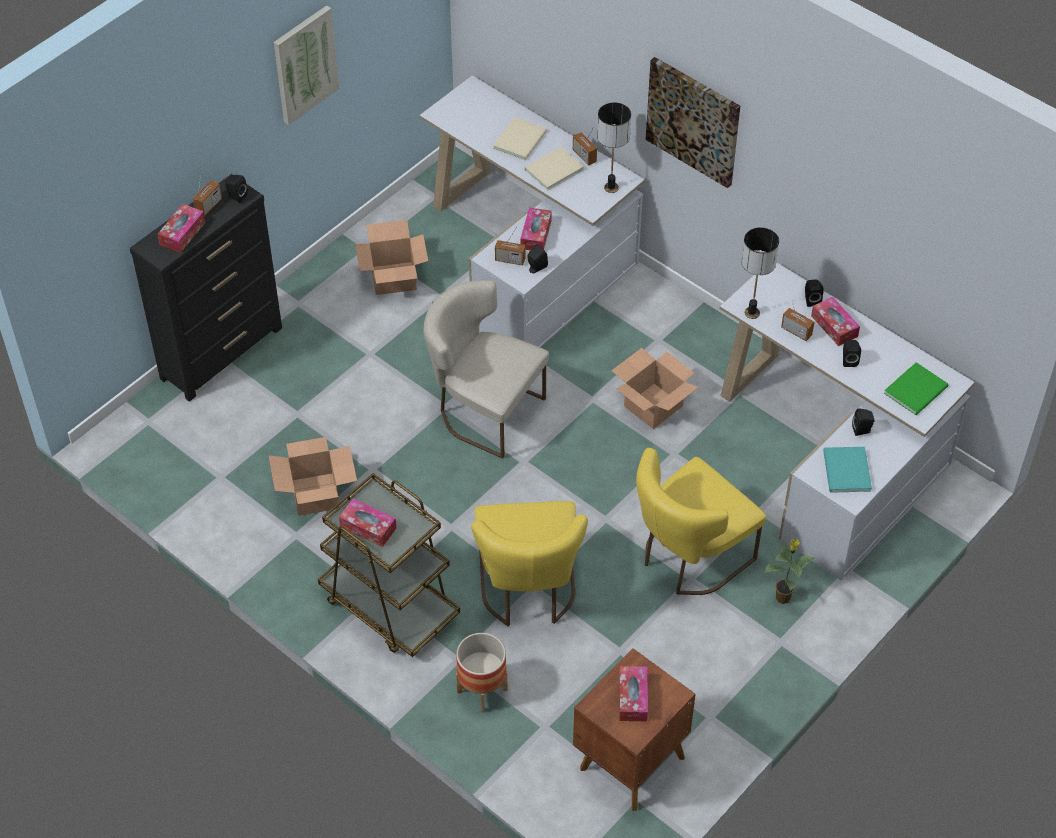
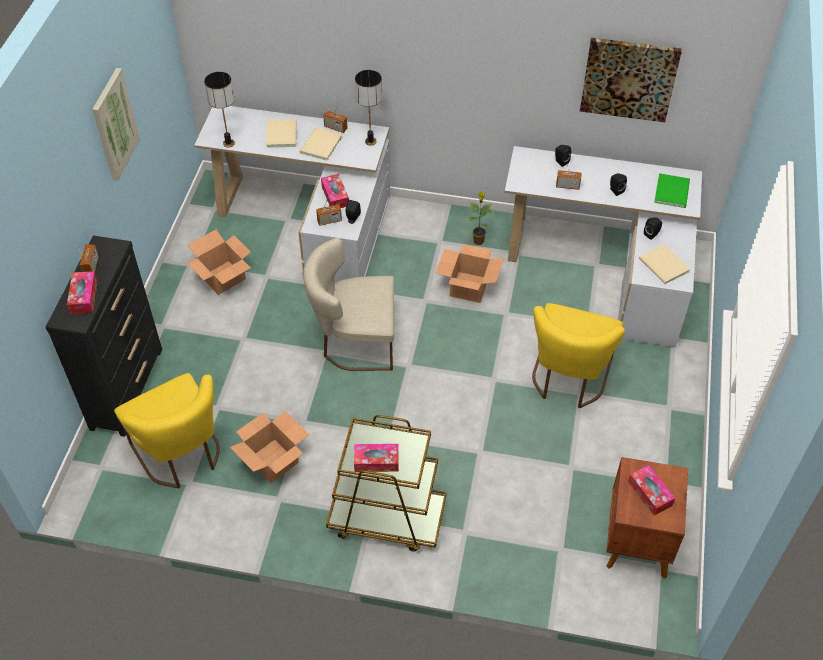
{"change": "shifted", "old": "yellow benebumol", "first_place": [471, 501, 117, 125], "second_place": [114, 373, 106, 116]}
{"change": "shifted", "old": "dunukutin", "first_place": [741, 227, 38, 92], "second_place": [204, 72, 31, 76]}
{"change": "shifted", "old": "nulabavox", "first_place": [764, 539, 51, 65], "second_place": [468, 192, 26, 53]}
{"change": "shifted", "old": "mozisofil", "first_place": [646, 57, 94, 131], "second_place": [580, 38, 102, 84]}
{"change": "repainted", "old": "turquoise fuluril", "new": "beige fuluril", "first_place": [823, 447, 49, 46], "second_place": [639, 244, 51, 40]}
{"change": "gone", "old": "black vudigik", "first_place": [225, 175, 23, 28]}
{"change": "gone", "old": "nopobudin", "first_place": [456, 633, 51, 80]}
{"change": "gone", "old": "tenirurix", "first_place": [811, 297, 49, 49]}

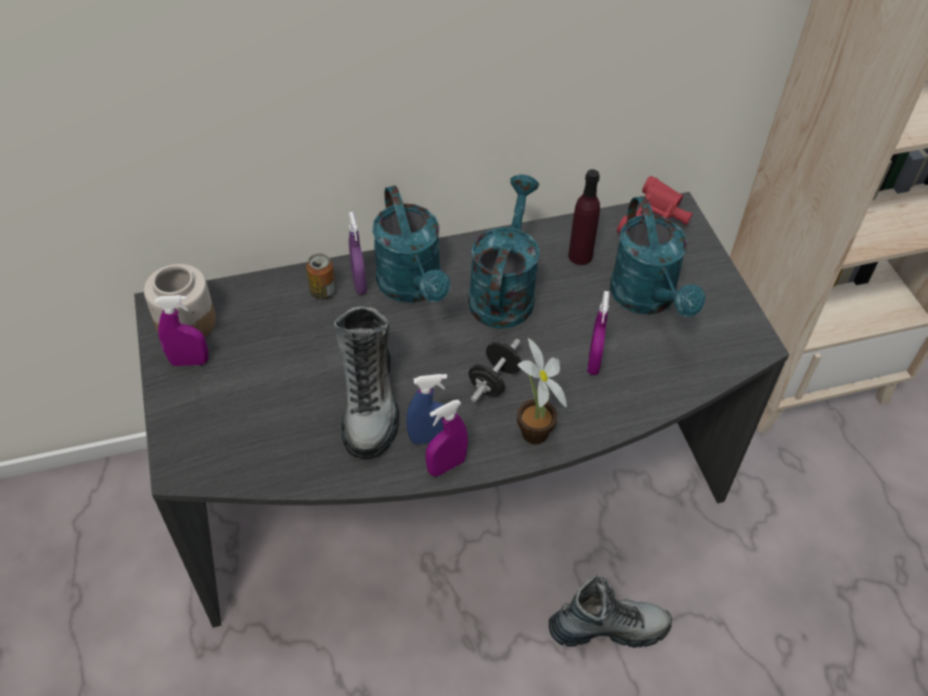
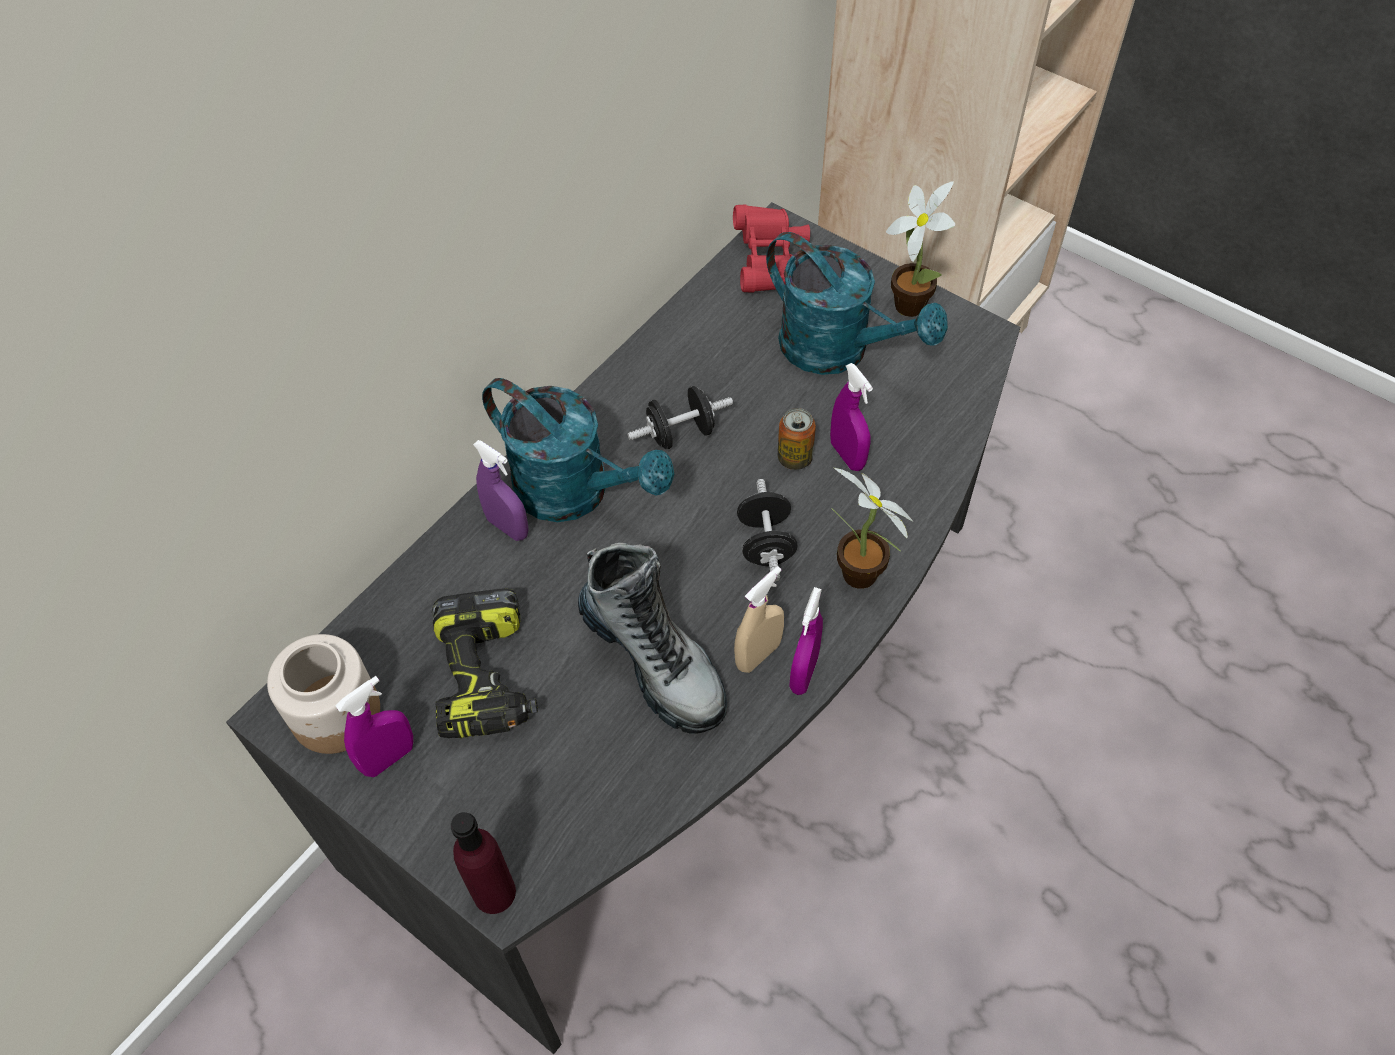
{"change": "new", "new": "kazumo", "second_place": [432, 588, 106, 150]}
{"change": "shifted", "old": "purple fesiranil", "first_place": [568, 169, 32, 96], "second_place": [451, 812, 65, 102]}
{"change": "swapped", "old": "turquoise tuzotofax", "new": "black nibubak", "first_place": [468, 175, 72, 154], "second_place": [627, 386, 106, 63]}
{"change": "repainted", "old": "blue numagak", "new": "beige numagak", "first_place": [406, 374, 41, 70], "second_place": [734, 566, 50, 107]}
{"change": "shifted", "old": "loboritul", "first_place": [306, 253, 30, 47], "second_place": [778, 408, 38, 62]}
{"change": "new", "new": "nulabavox", "second_place": [886, 181, 70, 136]}
{"change": "gone", "old": "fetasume", "first_place": [549, 575, 123, 73]}

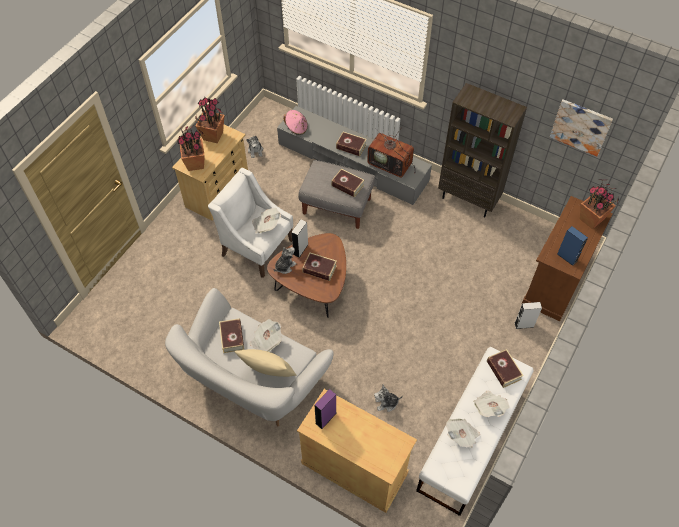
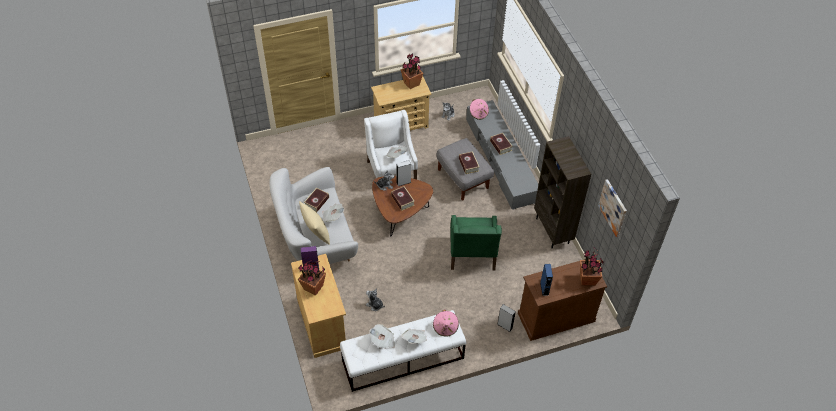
{"change": "shifted", "old": "nulabavox", "first_place": [177, 125, 28, 46], "second_place": [298, 258, 28, 38]}
{"change": "swapped", "old": "fuluril", "new": "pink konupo", "first_place": [487, 349, 37, 39], "second_place": [433, 309, 26, 28]}
{"change": "new", "new": "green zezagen", "second_place": [450, 215, 52, 55]}
{"change": "gone", "old": "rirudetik", "first_place": [367, 127, 49, 51]}

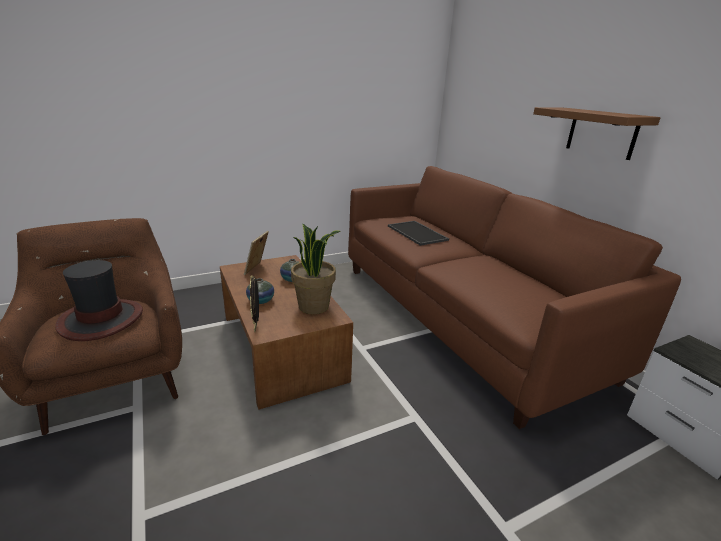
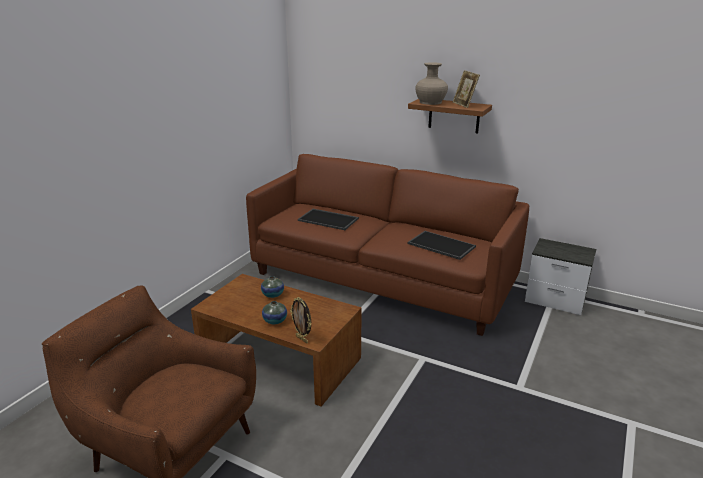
{"change": "new", "new": "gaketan", "second_place": [408, 231, 68, 29]}
{"change": "new", "new": "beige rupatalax", "second_place": [415, 62, 33, 43]}
{"change": "shifted", "old": "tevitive", "first_place": [244, 231, 25, 44], "second_place": [453, 70, 27, 38]}
{"change": "gone", "old": "konupo", "first_place": [55, 260, 88, 81]}
{"change": "gone", "old": "nulabavox", "first_place": [291, 224, 49, 90]}

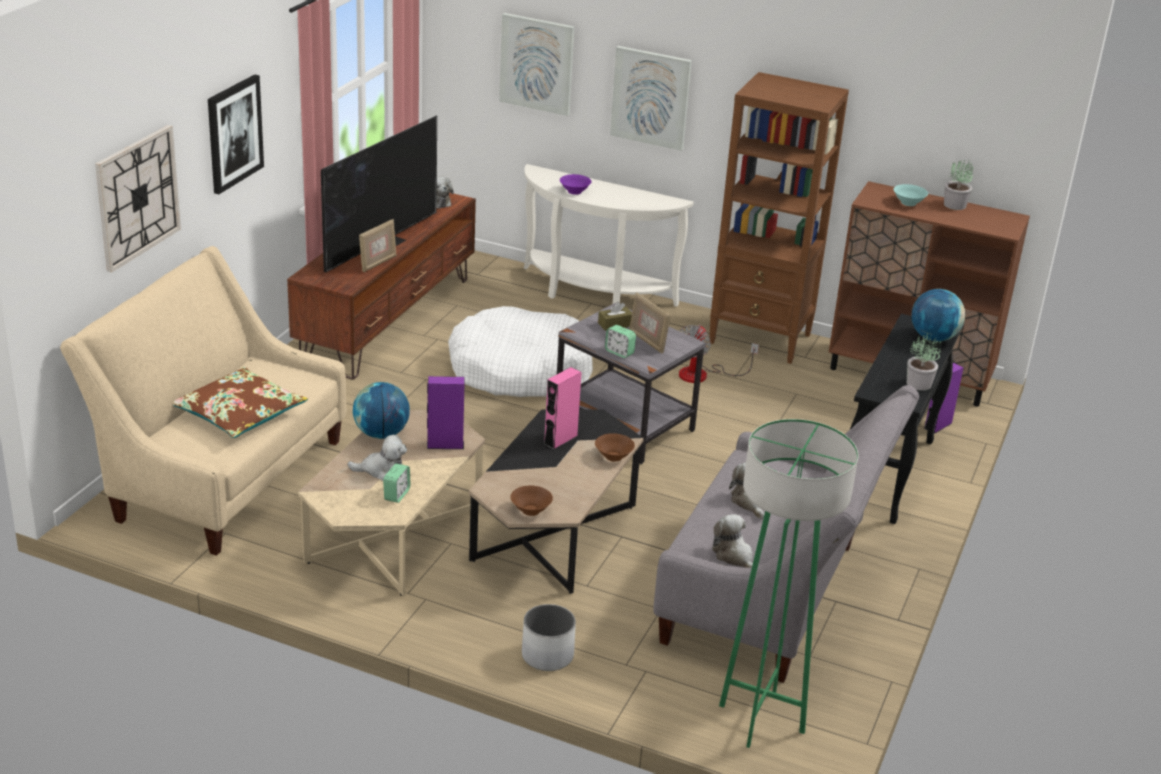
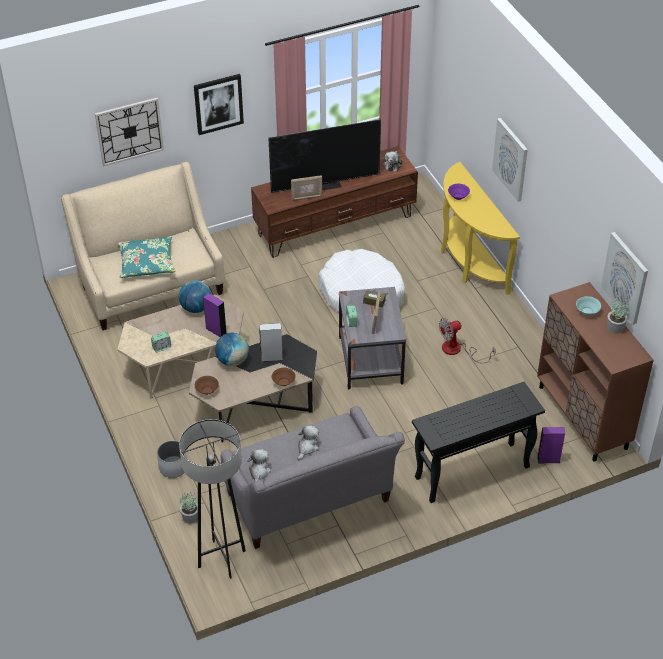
{"change": "repainted", "old": "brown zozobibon", "new": "turquoise zozobibon", "first_place": [173, 367, 135, 71], "second_place": [118, 236, 58, 42]}
{"change": "repainted", "old": "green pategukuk", "new": "grey pategukuk", "first_place": [719, 419, 139, 329], "second_place": [179, 419, 67, 160]}
{"change": "shifted", "old": "nulabavox", "first_place": [907, 333, 34, 58], "second_place": [180, 493, 18, 30]}
{"change": "shifted", "old": "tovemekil", "first_place": [911, 289, 54, 53], "second_place": [215, 333, 34, 33]}
{"change": "repainted", "old": "pink vudigik", "new": "grey vudigik", "first_place": [544, 367, 38, 82], "second_place": [259, 323, 24, 39]}
{"change": "repainted", "old": "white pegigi", "new": "yellow pegigi", "first_place": [524, 164, 170, 143], "second_place": [441, 162, 79, 133]}
{"change": "shifted", "old": "mozisofil", "first_place": [499, 13, 75, 103], "second_place": [601, 232, 47, 93]}
{"change": "gone", "old": "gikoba", "first_place": [347, 435, 60, 46]}
{"change": "gone", "old": "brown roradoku", "first_place": [709, 72, 140, 292]}

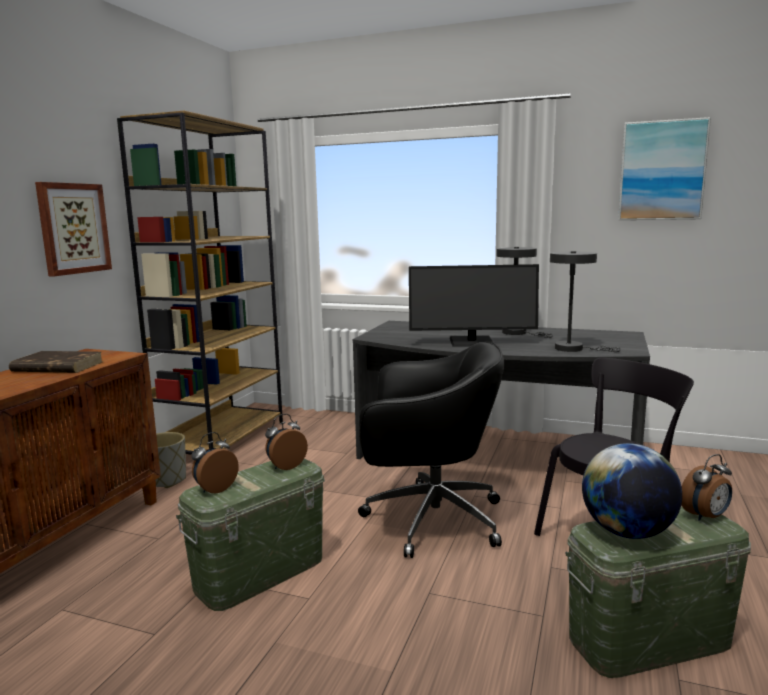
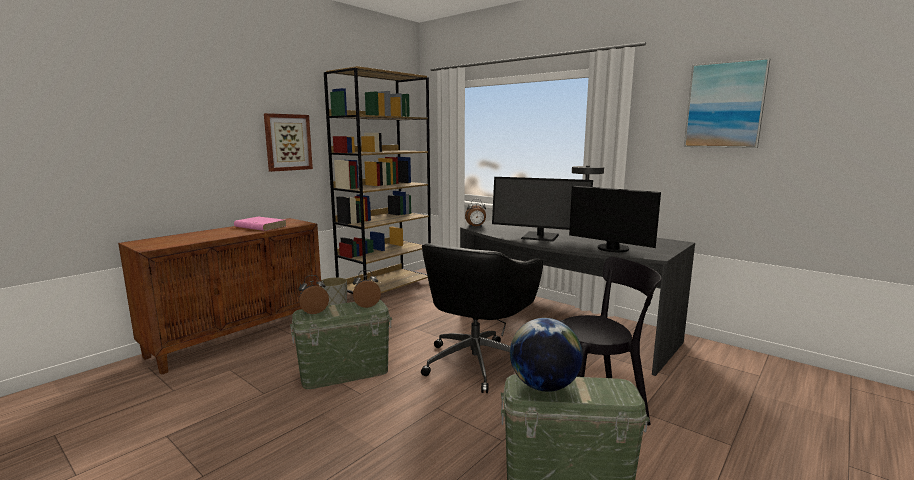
{"change": "repainted", "old": "brown fuluril", "new": "pink fuluril", "first_place": [9, 351, 93, 22], "second_place": [234, 217, 52, 14]}
{"change": "rotated", "old": "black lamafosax", "first_place": [358, 342, 147, 216], "second_place": [421, 243, 122, 150], "degrees": 90}
{"change": "shifted", "old": "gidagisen", "first_place": [681, 454, 51, 67], "second_place": [465, 199, 21, 28]}
{"change": "swapped", "old": "grey dunukutin", "new": "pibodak", "first_place": [550, 251, 71, 101], "second_place": [569, 186, 92, 66]}

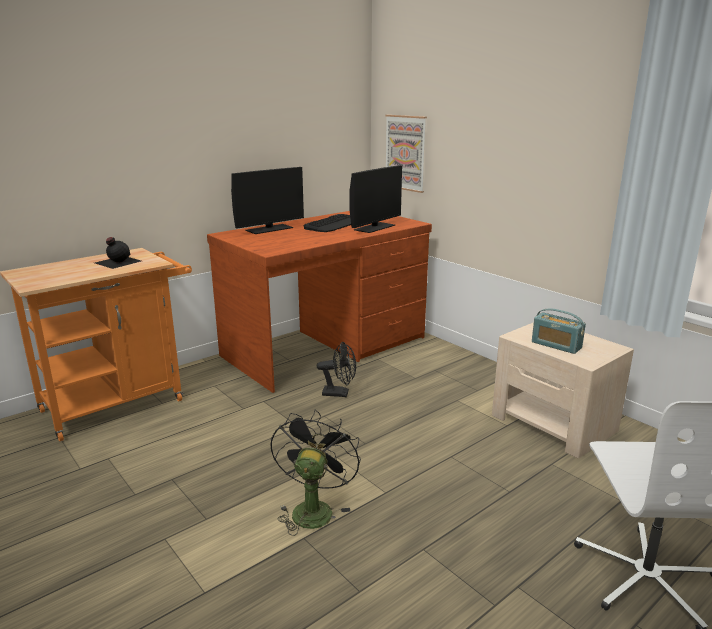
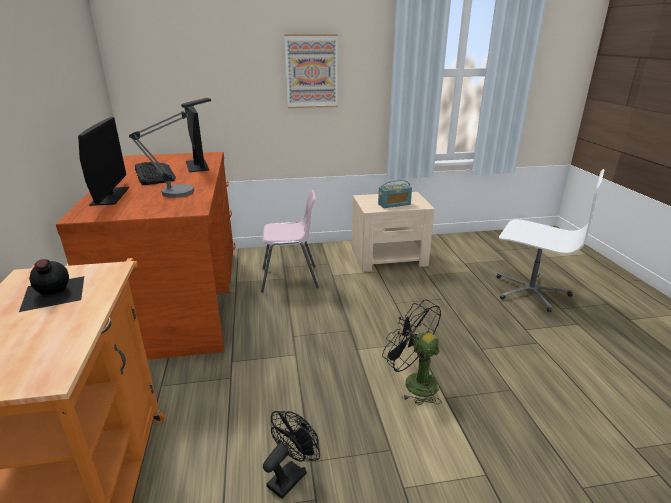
{"change": "new", "new": "dunukutin", "second_place": [129, 98, 82, 100]}
{"change": "new", "new": "pink benebumol", "second_place": [261, 190, 58, 102]}
{"change": "shifted", "old": "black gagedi", "first_place": [317, 342, 39, 55], "second_place": [263, 411, 57, 88]}
{"change": "shifted", "old": "mozisofil", "first_place": [385, 115, 42, 78], "second_place": [284, 34, 54, 74]}

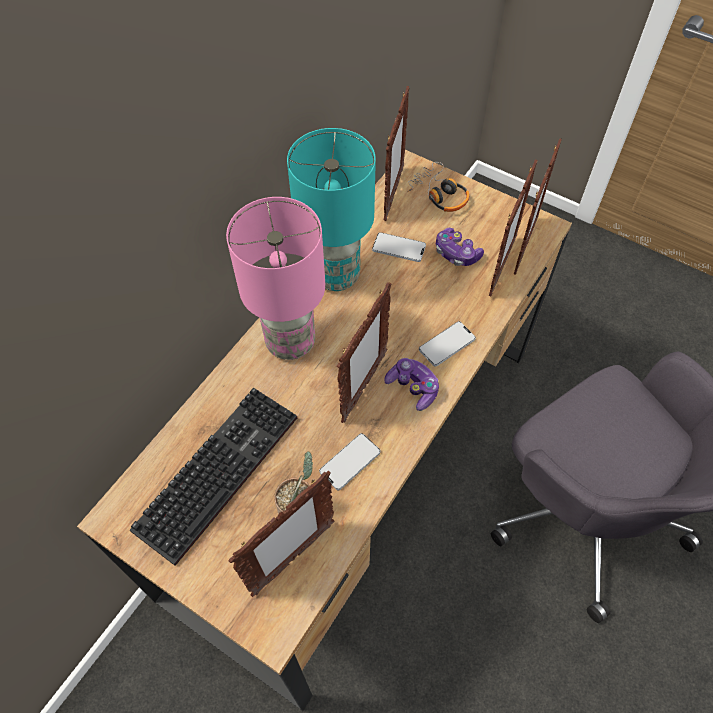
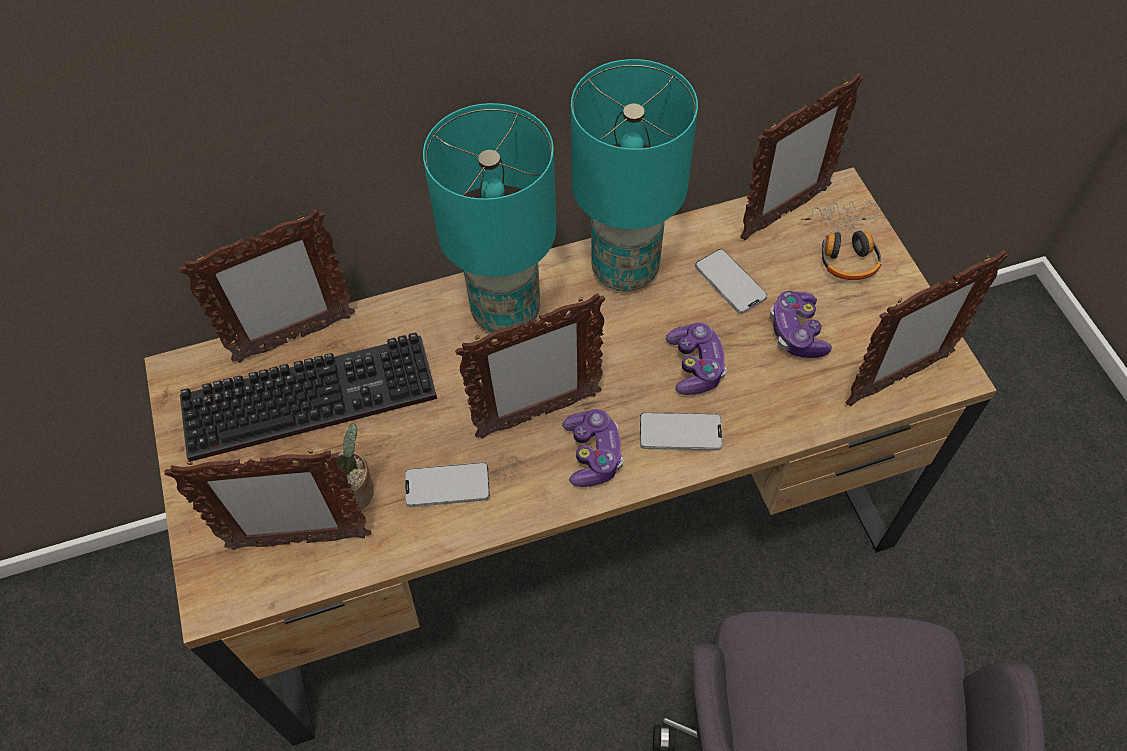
{"change": "shifted", "old": "tevitive", "first_place": [489, 159, 48, 137], "second_place": [179, 210, 176, 153]}
{"change": "repainted", "old": "pink dunukutin", "new": "turquoise dunukutin", "first_place": [226, 197, 99, 163], "second_place": [423, 103, 133, 230]}
{"change": "new", "new": "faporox", "second_place": [666, 323, 61, 72]}

